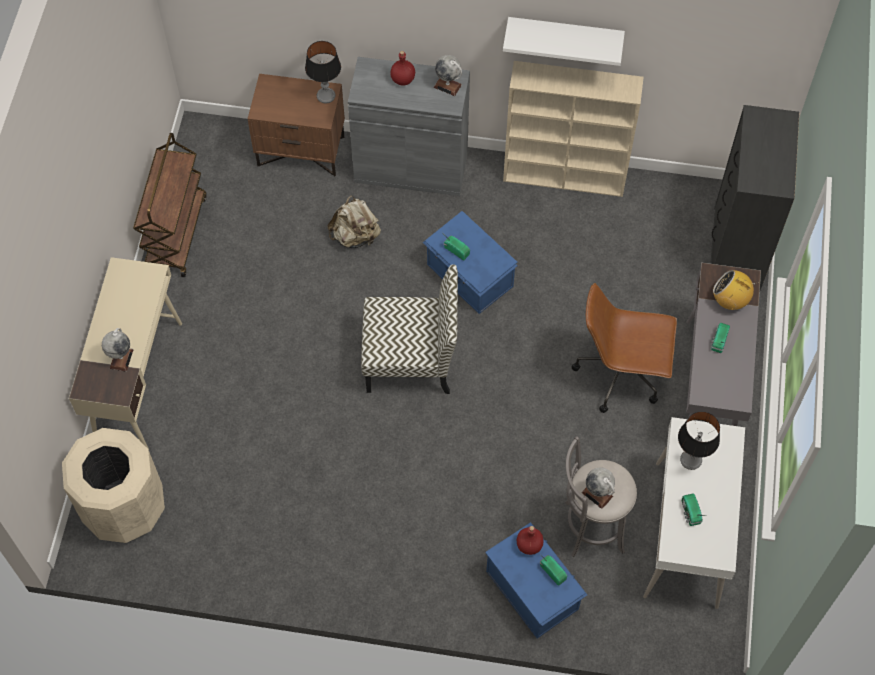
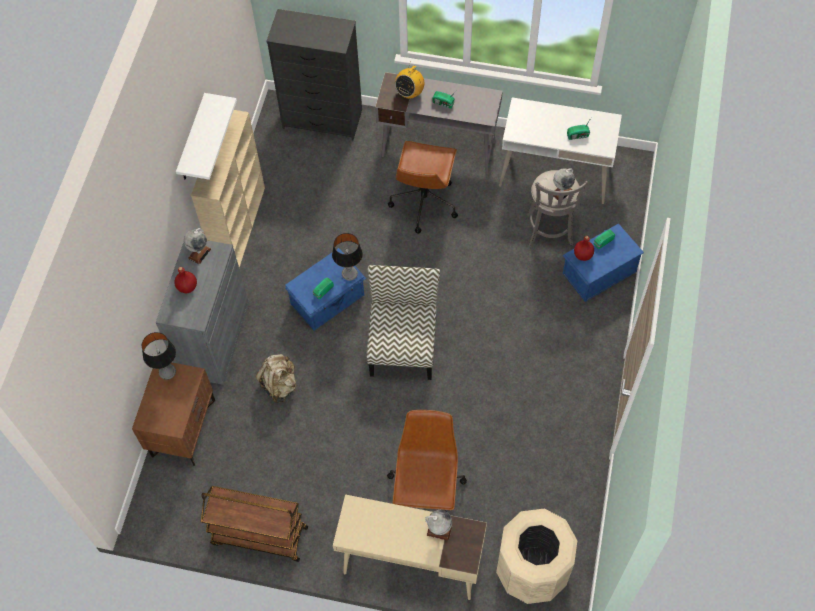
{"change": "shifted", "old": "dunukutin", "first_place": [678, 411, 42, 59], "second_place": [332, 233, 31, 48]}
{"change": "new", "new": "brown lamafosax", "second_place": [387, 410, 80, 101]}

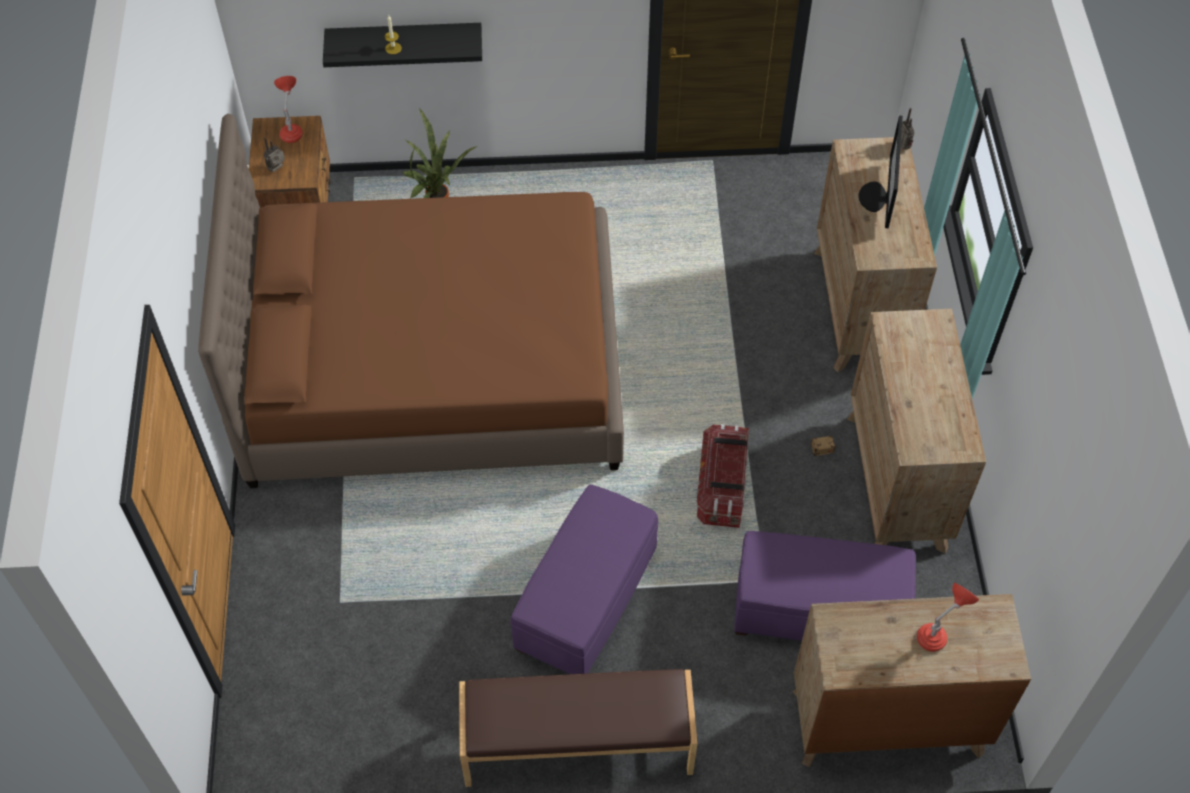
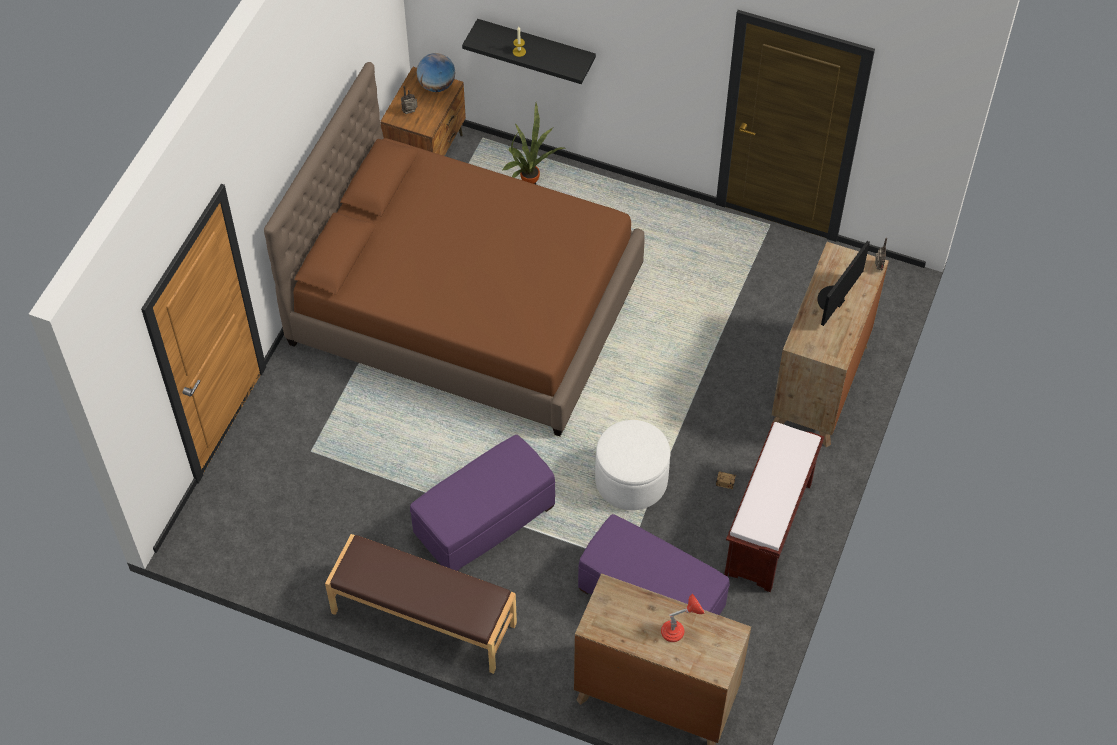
{"change": "swapped", "old": "red dunukutin", "new": "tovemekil", "first_place": [274, 76, 29, 67], "second_place": [417, 53, 38, 39]}
{"change": "swapped", "old": "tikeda", "new": "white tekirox", "first_place": [697, 424, 52, 104], "second_place": [595, 420, 75, 90]}
{"change": "swapped", "old": "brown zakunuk", "new": "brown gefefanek", "first_place": [847, 309, 139, 245], "second_place": [724, 422, 100, 170]}

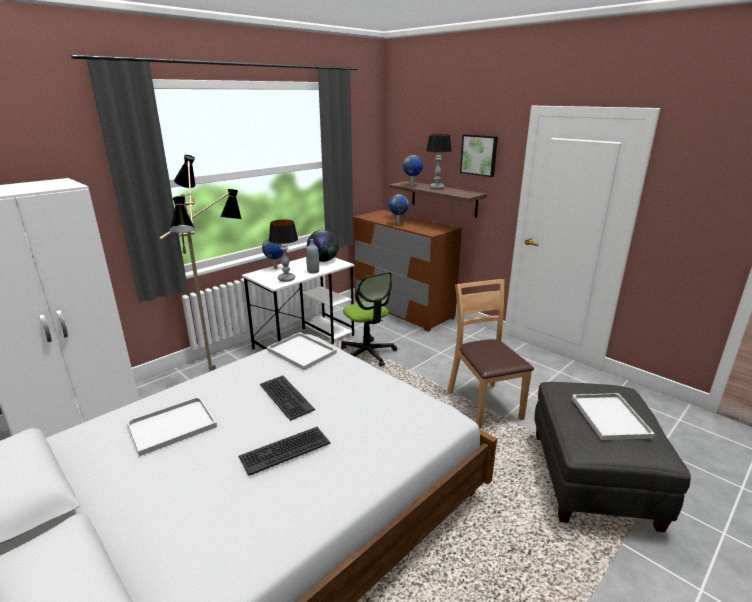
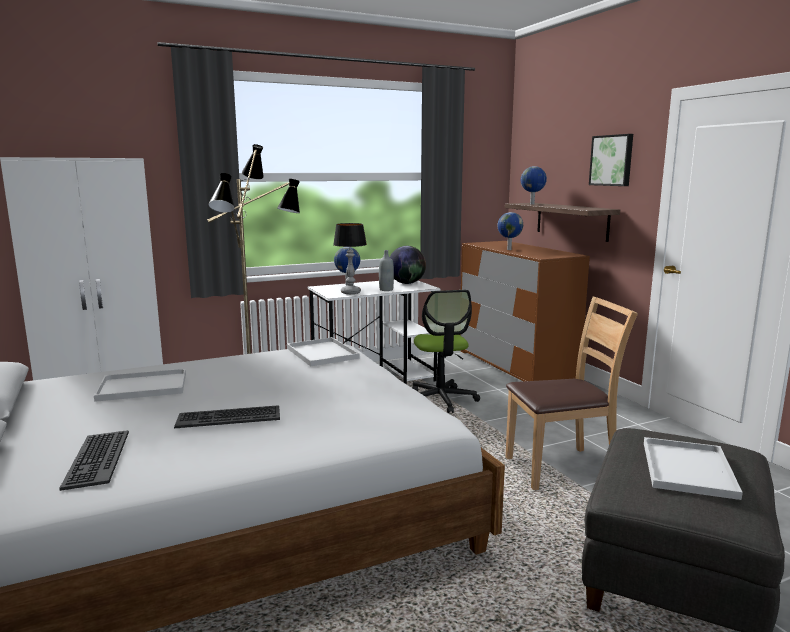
{"change": "shifted", "old": "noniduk", "first_place": [260, 375, 55, 46], "second_place": [59, 430, 70, 61]}
{"change": "rotated", "old": "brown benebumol", "first_place": [447, 279, 87, 149], "second_place": [505, 297, 133, 193], "degrees": 75}
{"change": "gone", "old": "dunukutin", "first_place": [426, 134, 25, 55]}

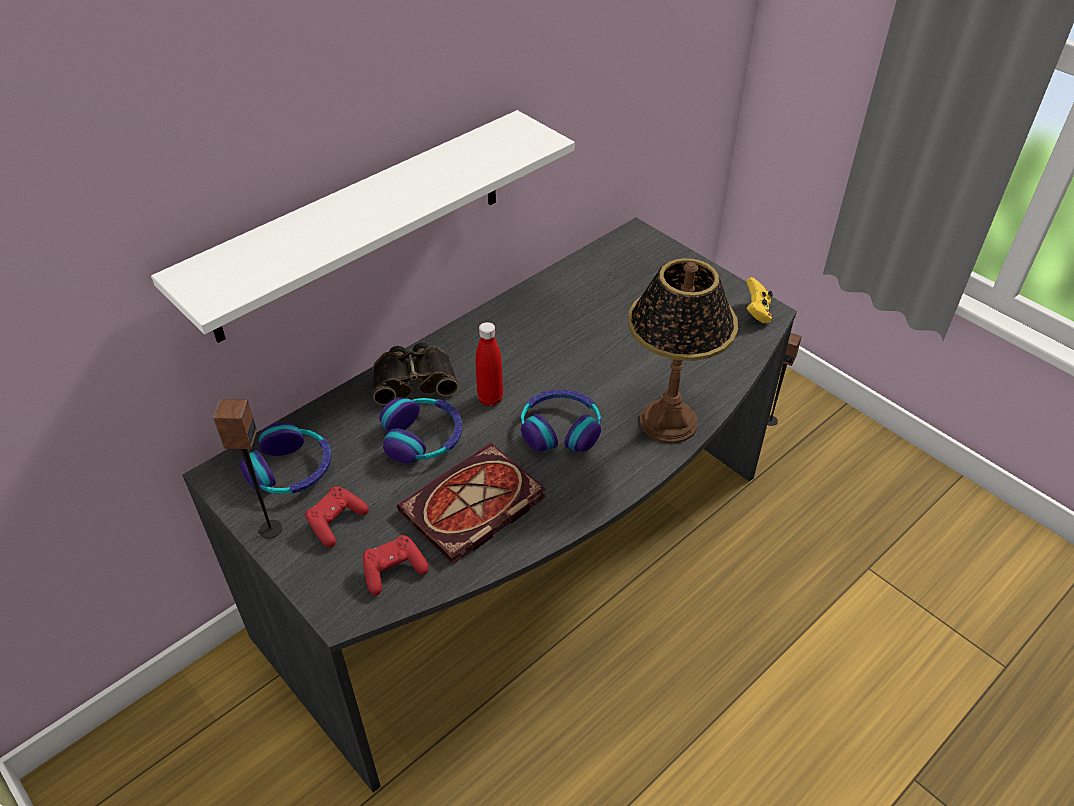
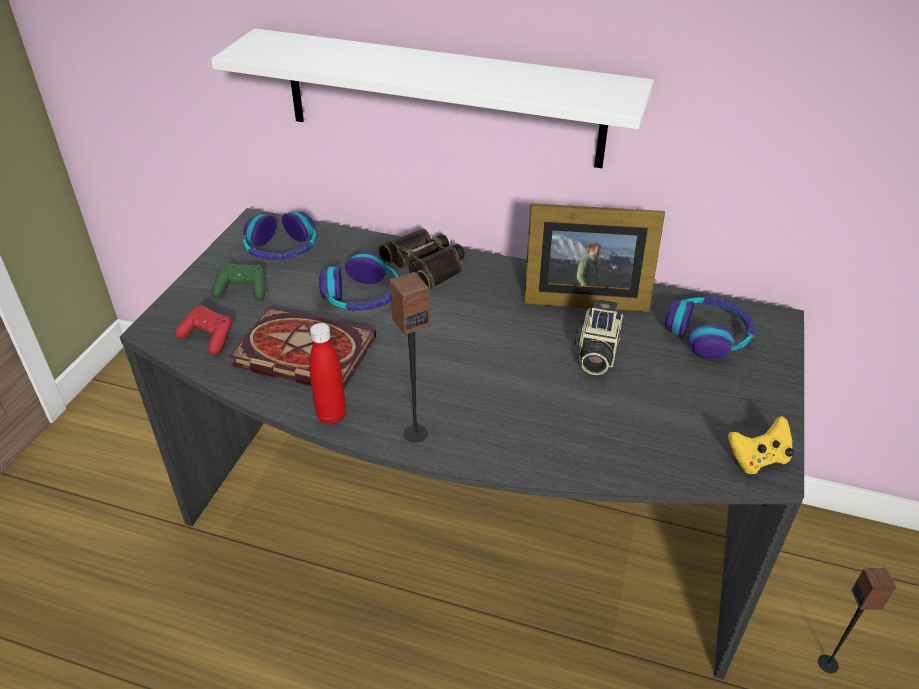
{"change": "repainted", "old": "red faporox", "new": "green faporox", "first_place": [305, 486, 64, 61], "second_place": [211, 263, 54, 37]}
{"change": "shifted", "old": "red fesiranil", "first_place": [476, 322, 27, 84], "second_place": [309, 323, 37, 102]}
{"change": "shifted", "old": "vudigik", "first_place": [213, 399, 69, 139], "second_place": [390, 272, 40, 171]}
{"change": "new", "new": "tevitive", "second_place": [524, 203, 141, 109]}
{"change": "new", "new": "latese", "second_place": [575, 299, 48, 76]}
{"change": "shifted", "old": "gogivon", "first_place": [521, 390, 80, 62], "second_place": [665, 296, 91, 63]}
{"change": "gone", "old": "dunukutin", "first_place": [628, 258, 110, 185]}

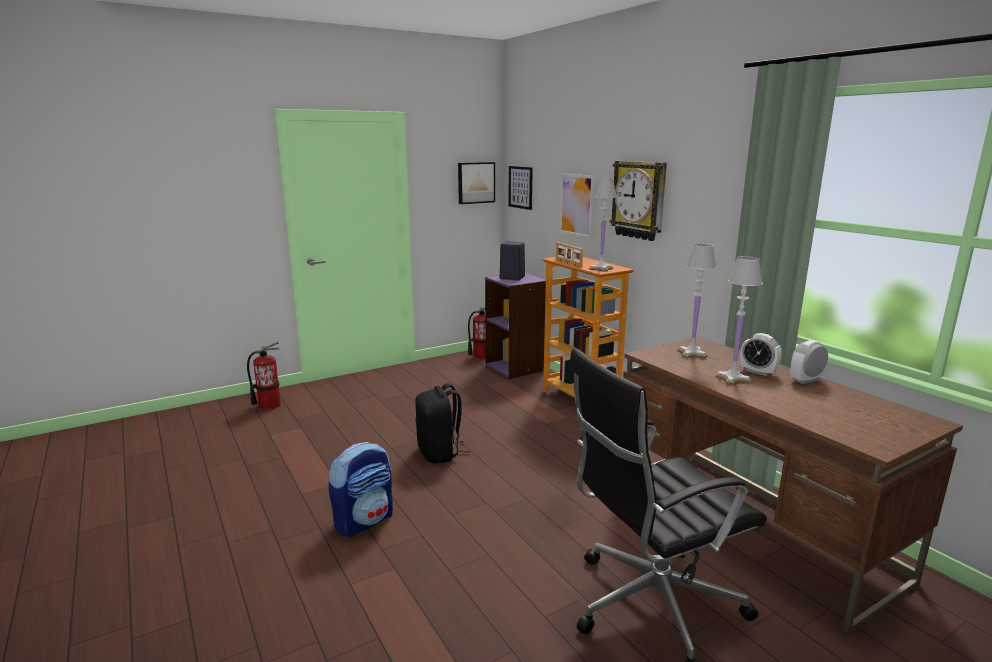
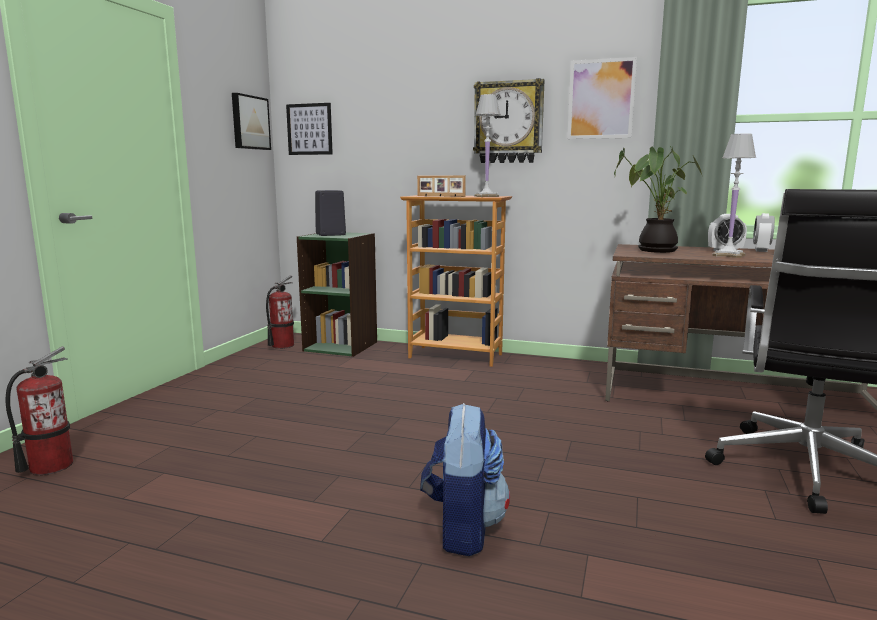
{"change": "repainted", "old": "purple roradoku", "new": "green roradoku", "first_place": [485, 273, 61, 106], "second_place": [297, 232, 80, 125]}
{"change": "shifted", "old": "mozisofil", "first_place": [560, 173, 34, 65], "second_place": [567, 57, 70, 82]}
{"change": "swapped", "old": "white dunukutin", "new": "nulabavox", "first_place": [677, 244, 39, 114], "second_place": [614, 146, 88, 107]}
{"change": "gone", "old": "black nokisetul", "first_place": [415, 383, 55, 80]}

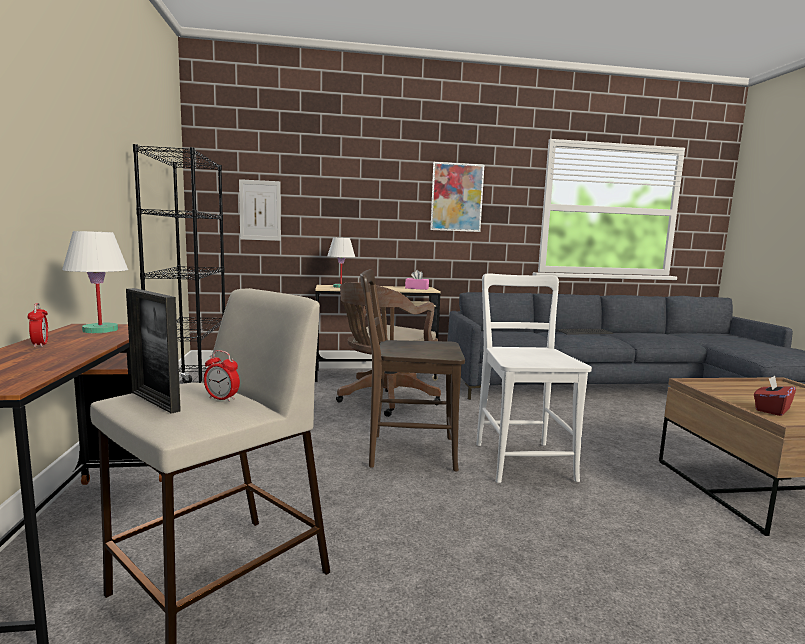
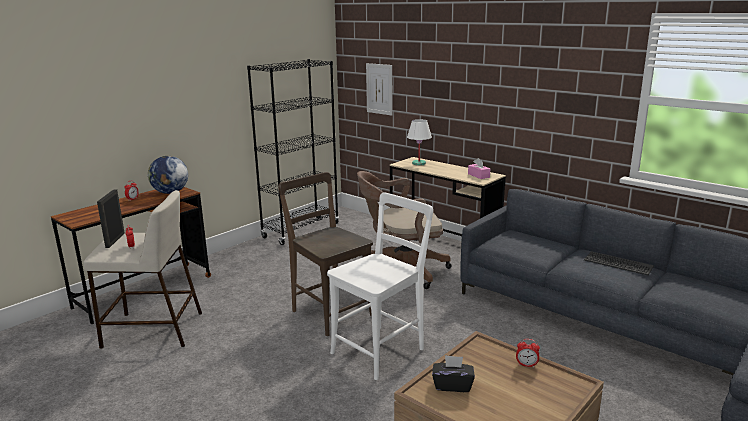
{"change": "swapped", "old": "white dunukutin", "new": "tovemekil", "first_place": [62, 231, 66, 102], "second_place": [147, 156, 41, 38]}
{"change": "repainted", "old": "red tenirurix", "new": "black tenirurix", "first_place": [754, 376, 42, 40], "second_place": [432, 355, 43, 37]}
{"change": "new", "new": "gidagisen", "second_place": [516, 339, 24, 28]}
{"change": "gone", "old": "mozisofil", "first_place": [430, 162, 54, 70]}

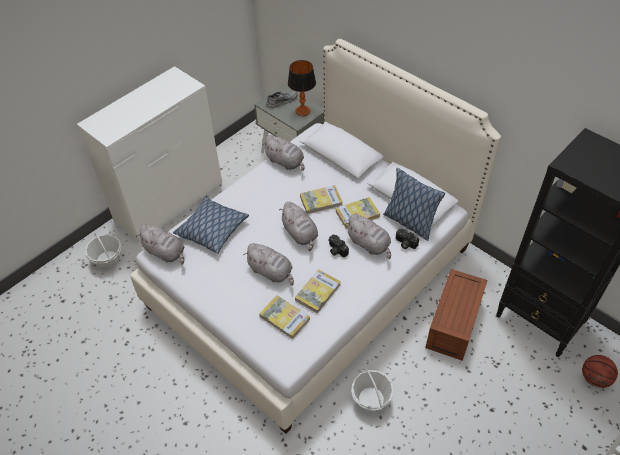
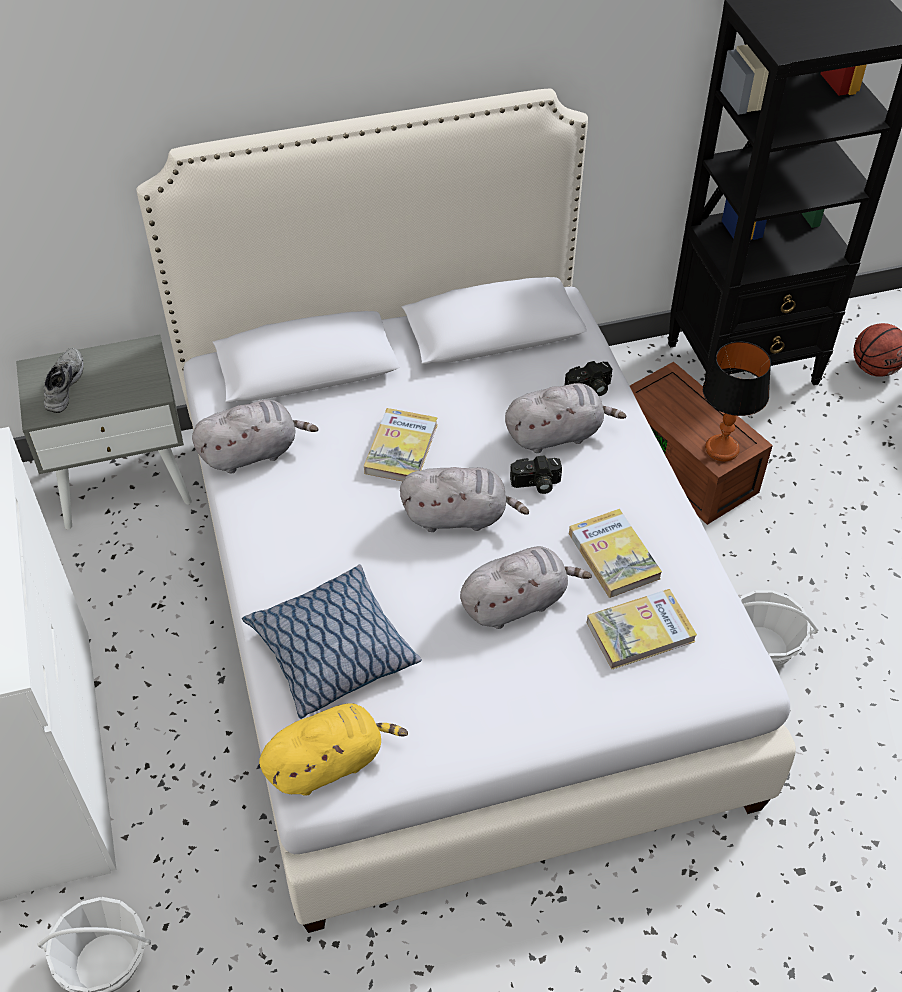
{"change": "repainted", "old": "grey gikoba", "new": "yellow gikoba", "first_place": [136, 225, 49, 40], "second_place": [259, 703, 149, 93]}
{"change": "shifted", "old": "dunukutin", "first_place": [288, 60, 28, 56], "second_place": [703, 341, 68, 120]}
{"change": "gone", "old": "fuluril", "first_place": [335, 197, 45, 32]}
{"change": "gone", "old": "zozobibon", "first_place": [383, 168, 62, 73]}

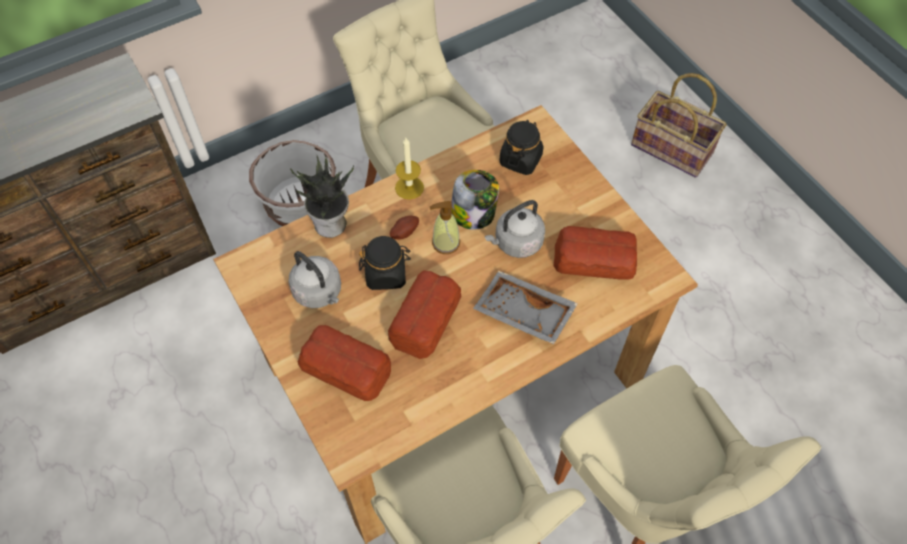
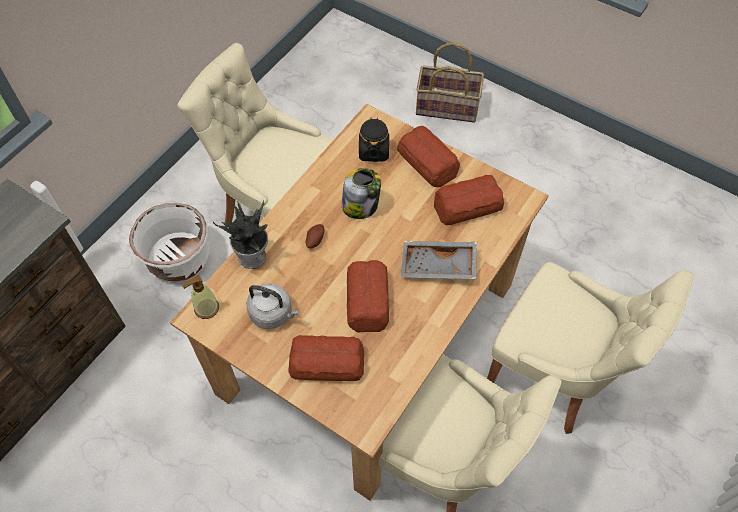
{"change": "shifted", "old": "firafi", "first_place": [430, 201, 30, 53], "second_place": [182, 275, 37, 44]}
{"change": "new", "new": "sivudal", "second_place": [397, 126, 63, 61]}
{"change": "gone", "old": "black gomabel", "first_place": [359, 236, 52, 54]}
{"change": "gone", "old": "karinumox", "first_place": [395, 138, 29, 62]}
{"change": "gone", "old": "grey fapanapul", "first_place": [485, 200, 60, 58]}

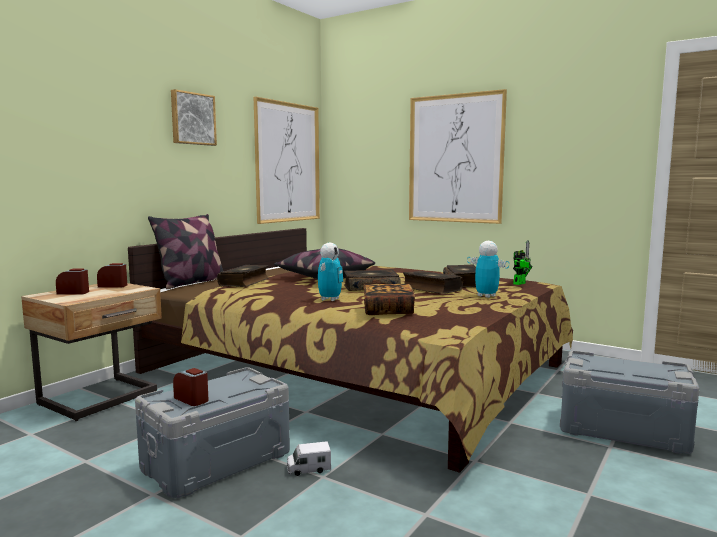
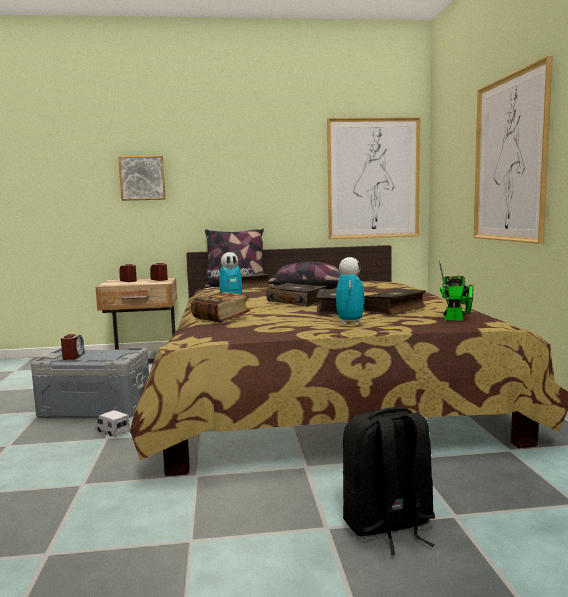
{"change": "shifted", "old": "mozisofil", "first_place": [171, 89, 46, 57], "second_place": [118, 156, 48, 45]}
{"change": "swapped", "old": "grey tikeda", "new": "black nokisetul", "first_place": [560, 351, 139, 103], "second_place": [343, 407, 92, 148]}

